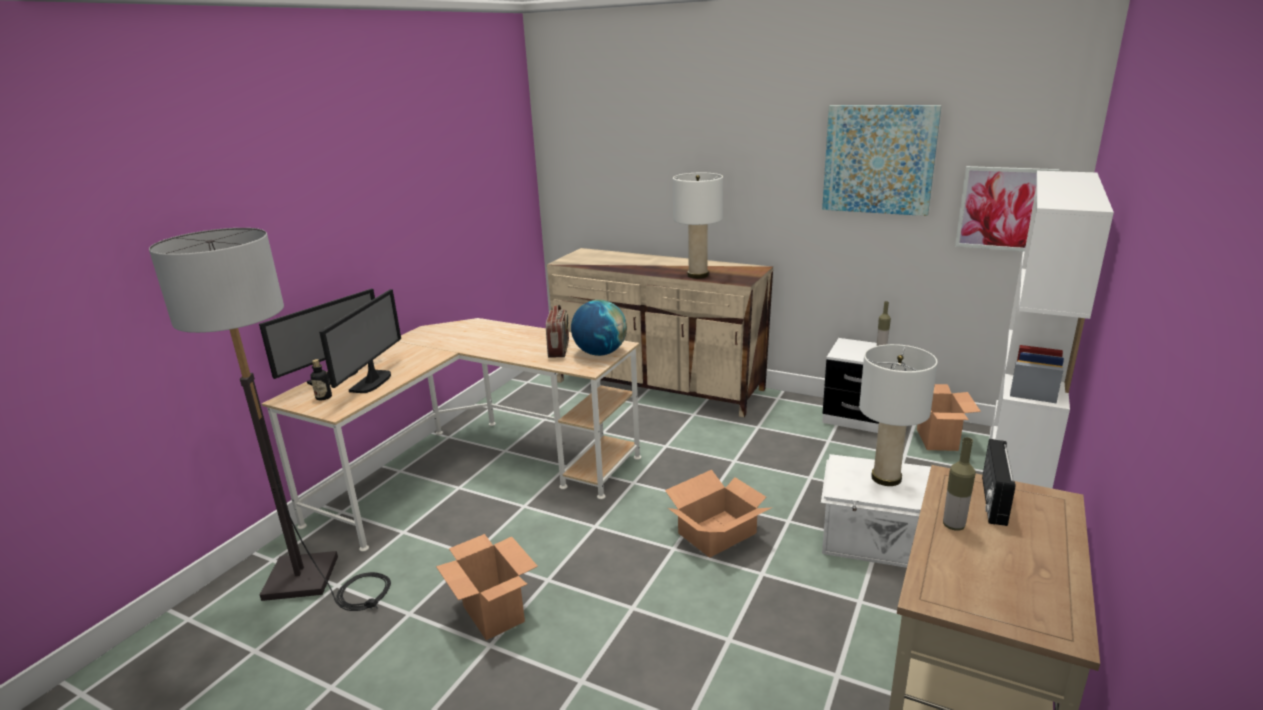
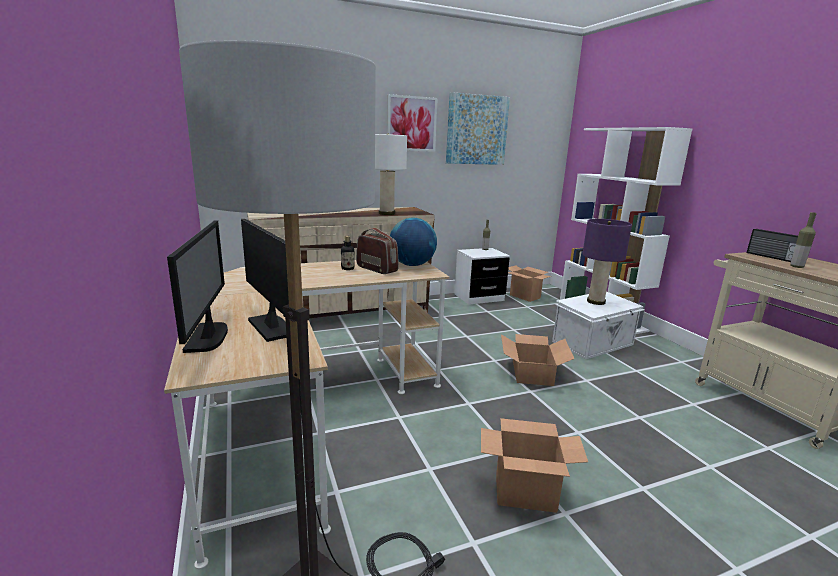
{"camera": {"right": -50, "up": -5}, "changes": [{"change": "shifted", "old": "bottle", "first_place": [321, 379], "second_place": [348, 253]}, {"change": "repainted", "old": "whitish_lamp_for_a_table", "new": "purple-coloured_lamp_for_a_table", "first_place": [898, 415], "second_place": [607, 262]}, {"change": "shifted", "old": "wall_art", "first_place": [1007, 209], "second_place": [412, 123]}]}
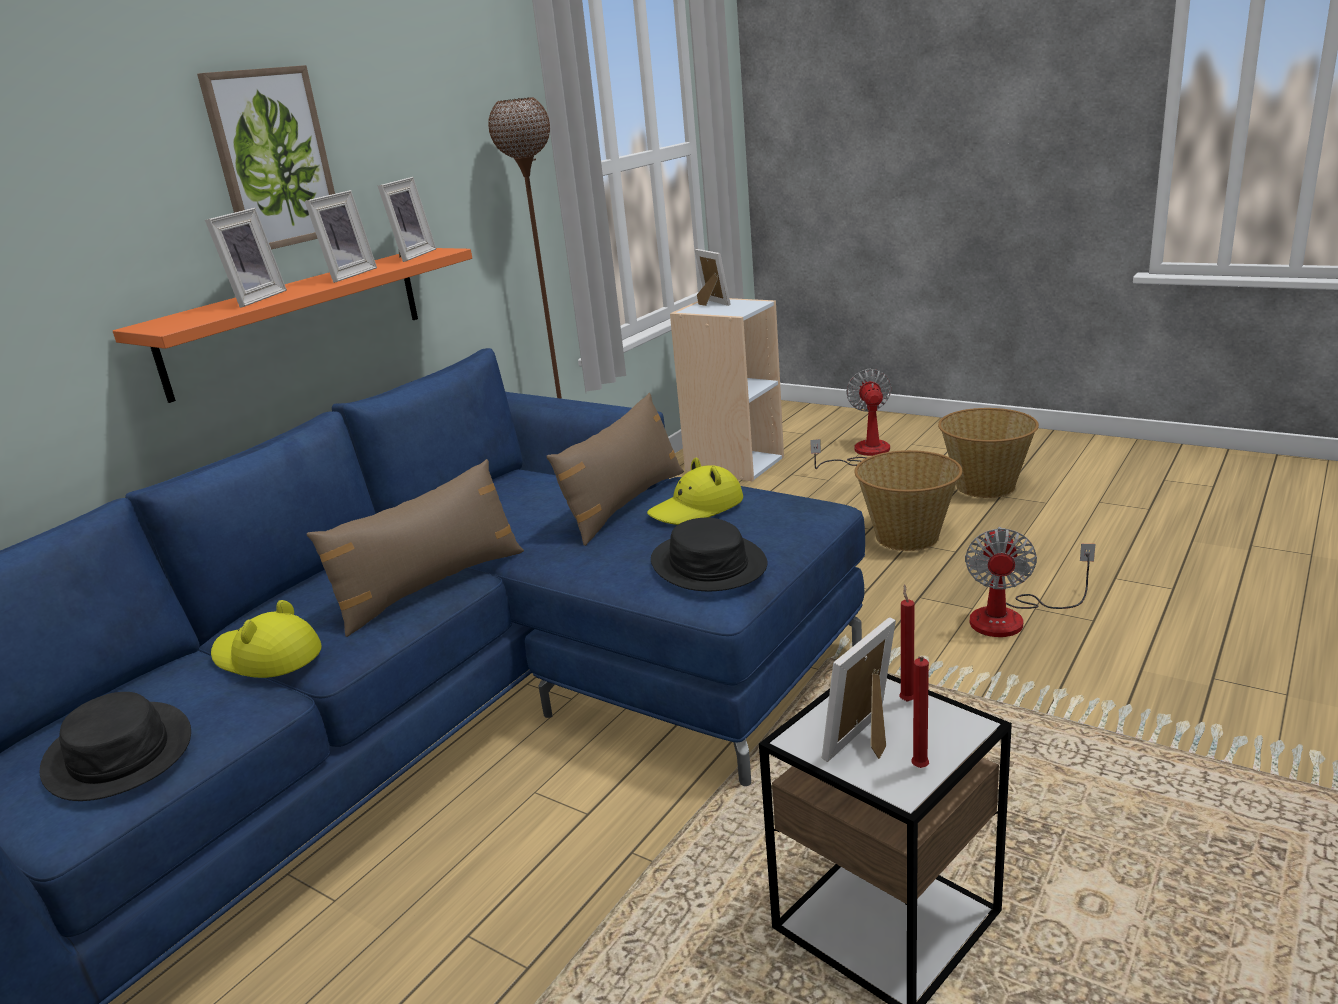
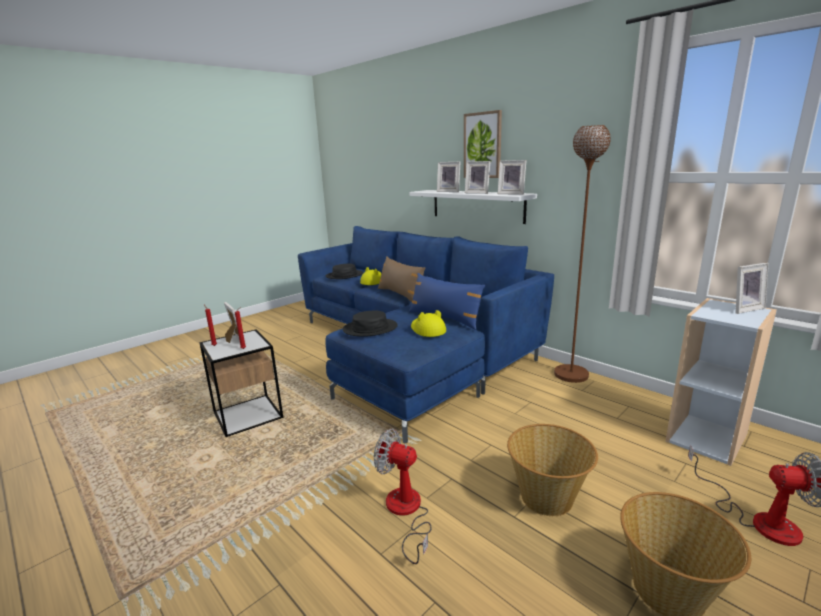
{"camera": {"right": 100, "up": -5}, "changes": [{"change": "repainted", "old": "orange_wall_shelf", "new": "whitish_wall_shelf", "first_place": [292, 325], "second_place": [473, 207]}, {"change": "repainted", "old": "brown-coloured_pillow", "new": "blue-coloured_pillow", "first_place": [615, 469], "second_place": [447, 301]}]}
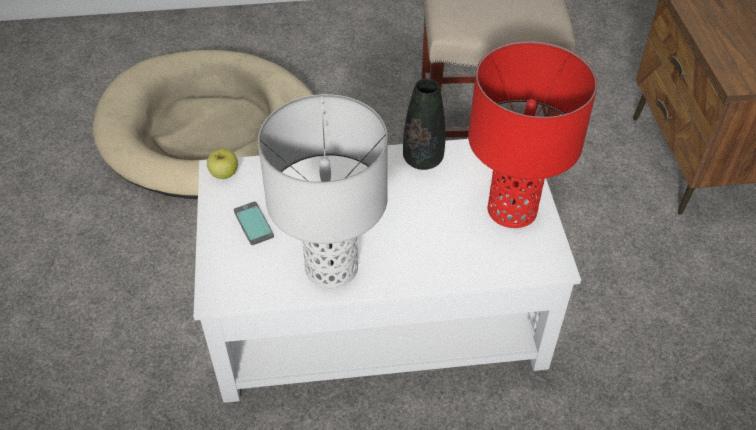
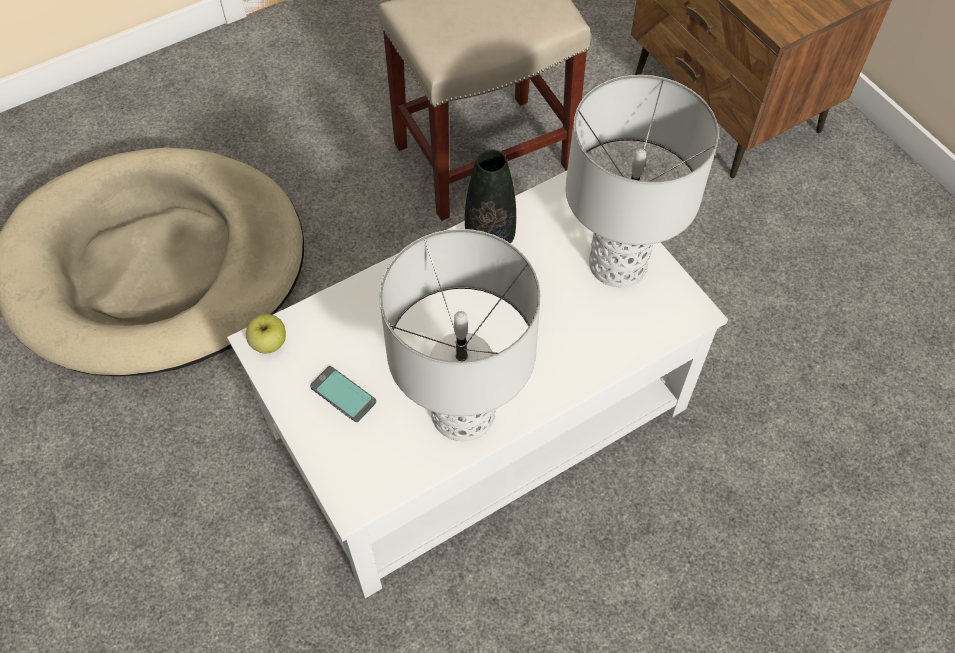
{"camera": {"right": -25, "up": 10}, "changes": [{"change": "repainted", "old": "red-coloured_lamp_for_a_table", "new": "whitish_lamp_for_a_table", "first_place": [532, 134], "second_place": [642, 181]}]}
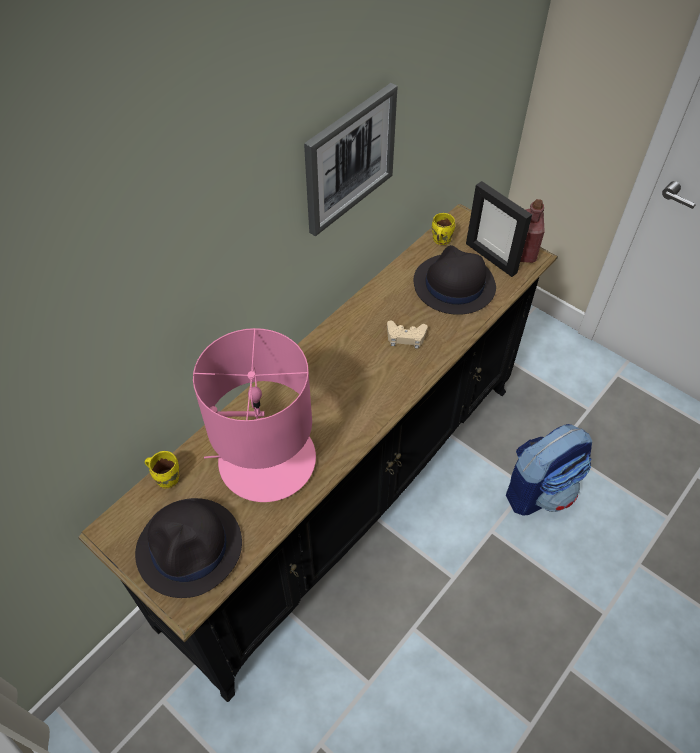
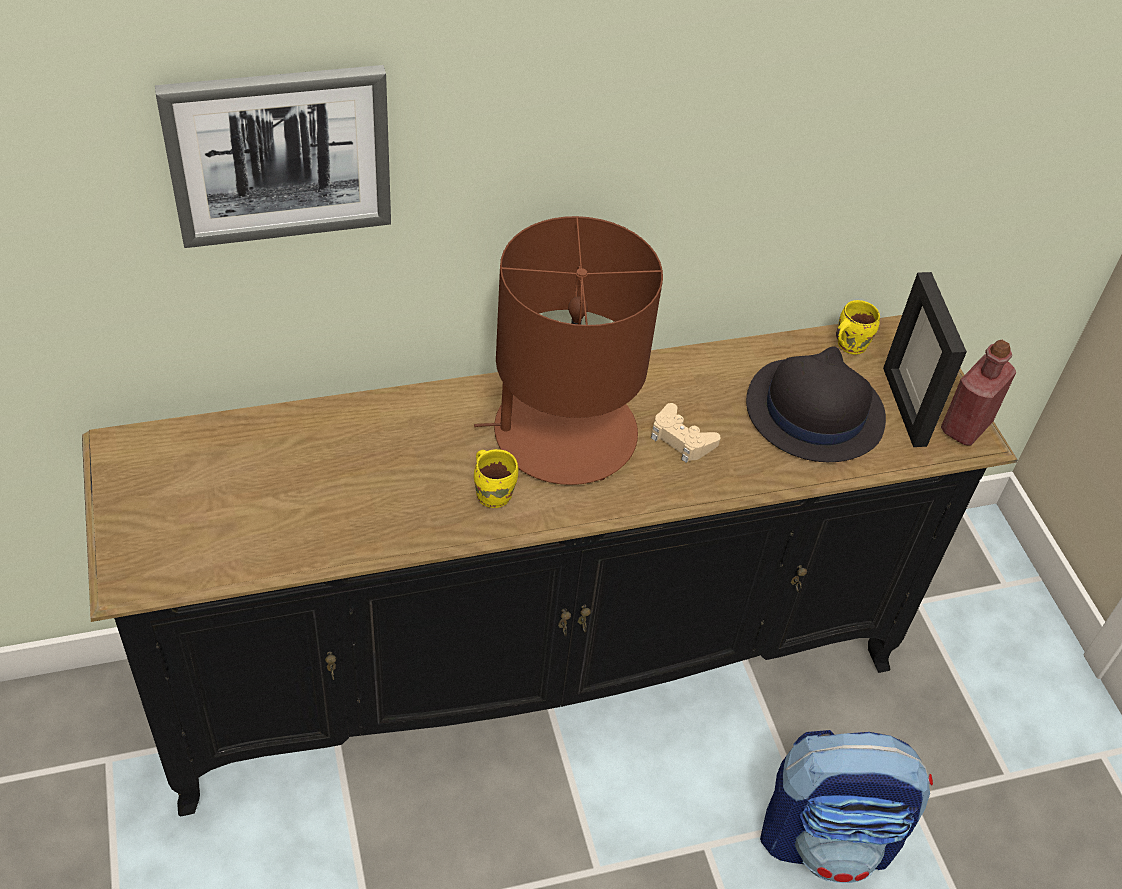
{"camera": {"right": 30, "up": -5}, "changes": [{"change": "gone", "old": "black_wearable_hat", "first_place": [188, 548]}, {"change": "shifted", "old": "yellow-coloured_tea_mug", "first_place": [162, 469], "second_place": [496, 478]}, {"change": "gone", "old": "pink-coloured_lamp_for_a_table", "first_place": [254, 415]}, {"change": "shifted", "old": "wall_art", "first_place": [351, 159], "second_place": [273, 156]}, {"change": "new", "new": "brown-coloured_lamp_for_a_table", "second_place": [568, 350]}]}
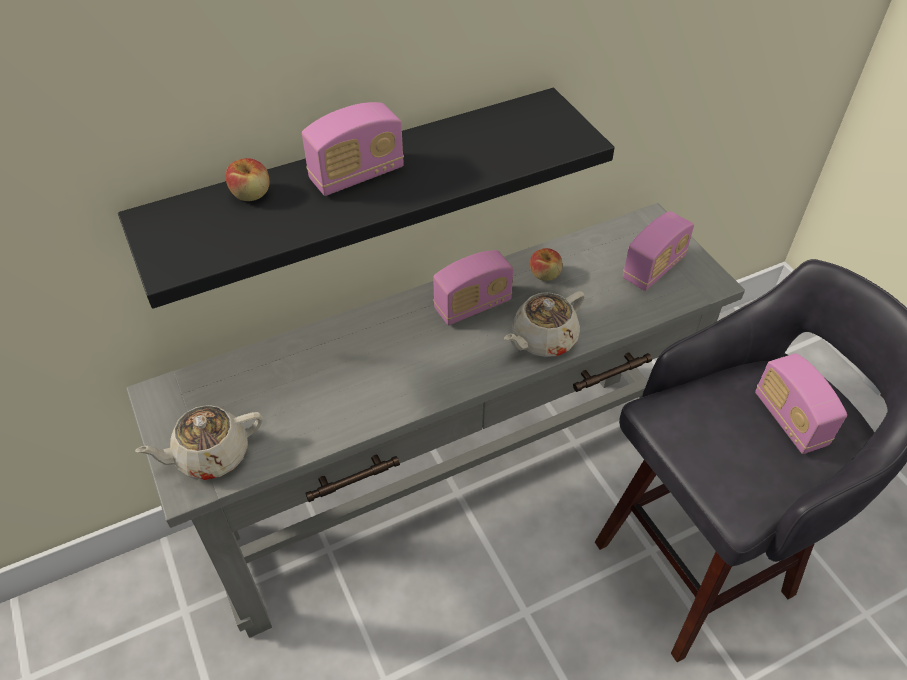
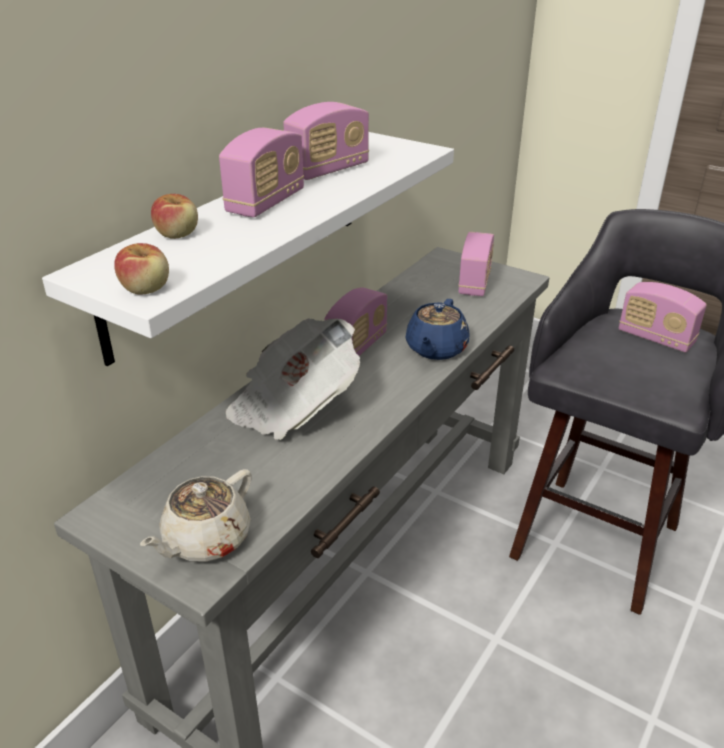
{"camera": {"right": -30, "up": -15}, "changes": [{"change": "repainted", "old": "black_wall_shelf", "new": "whitish_wall_shelf", "first_place": [366, 198], "second_place": [248, 249]}, {"change": "repainted", "old": "sand-coloured_teapot", "new": "blue-coloured_teapot", "first_place": [544, 324], "second_place": [437, 329]}, {"change": "shifted", "old": "whole_apple", "first_place": [546, 264], "second_place": [141, 269]}, {"change": "new", "new": "newspaper", "second_place": [293, 379]}, {"change": "new", "new": "radio", "second_place": [326, 141]}]}
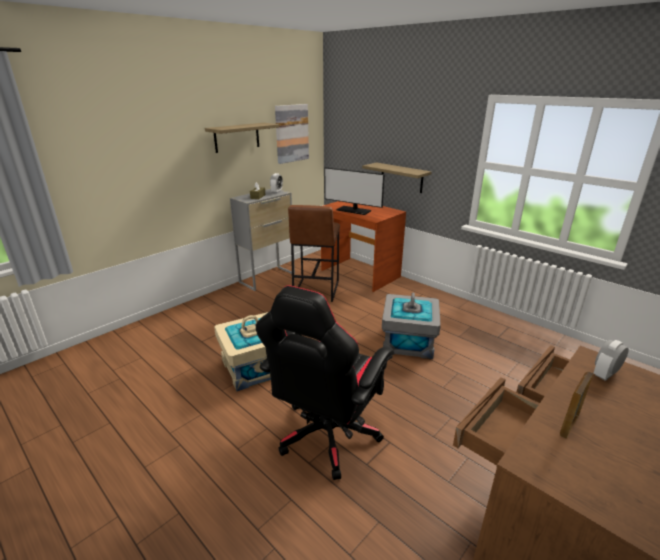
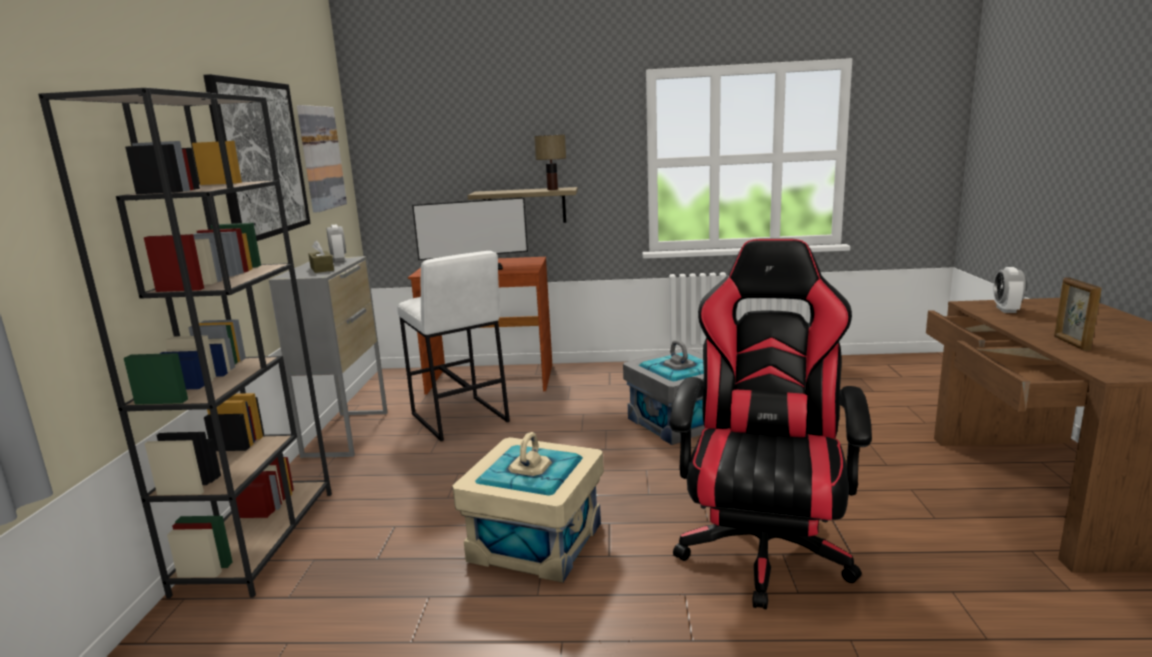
{"camera": {"right": -40, "up": -10}, "changes": [{"change": "swapped", "old": "wall_shelf", "new": "wall_art", "first_place": [242, 138], "second_place": [256, 157]}, {"change": "rotated", "old": "black_office_chair", "first_place": [325, 382], "second_place": [771, 424], "degrees": -150}, {"change": "repainted", "old": "brown-coloured_stool_seat", "new": "whitish_stool_seat", "first_place": [314, 253], "second_place": [453, 346]}, {"change": "new", "new": "bookcase", "second_place": [185, 343]}, {"change": "new", "new": "lamp_for_a_table", "second_place": [550, 162]}]}
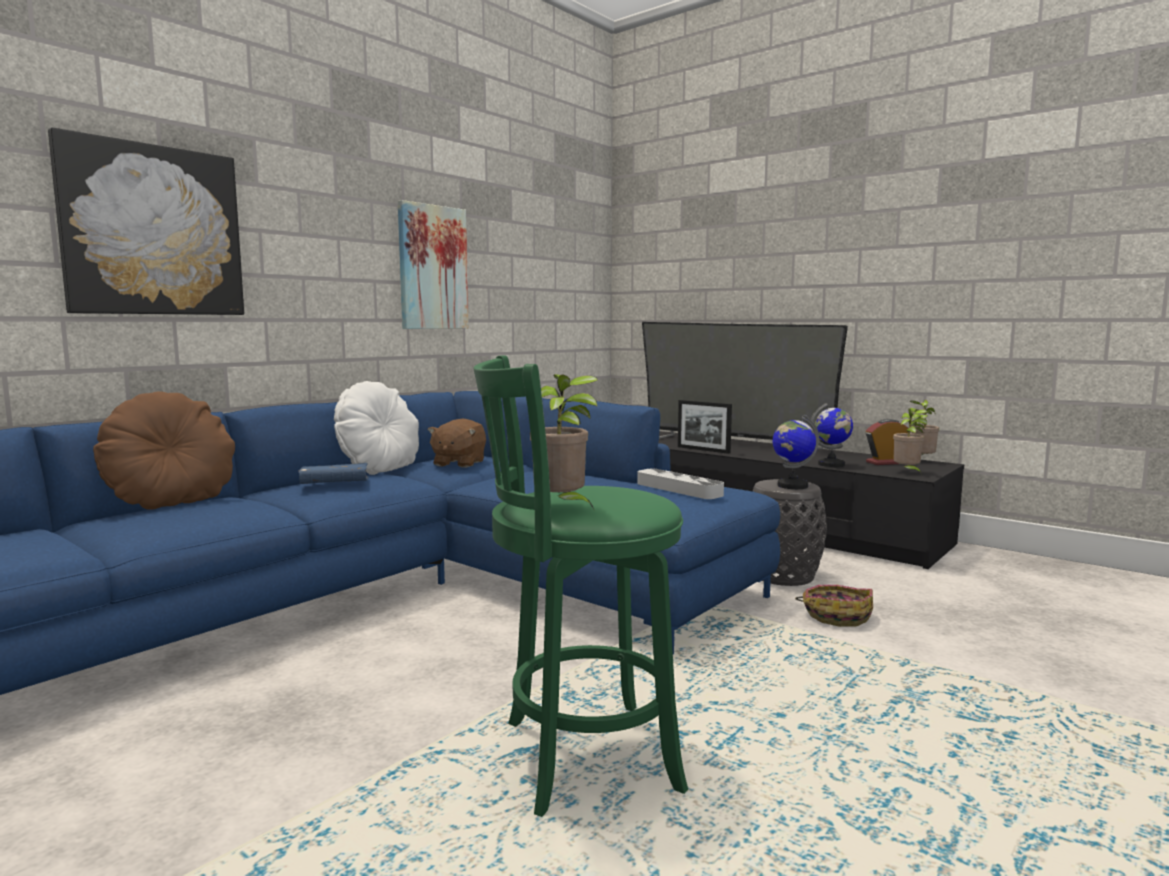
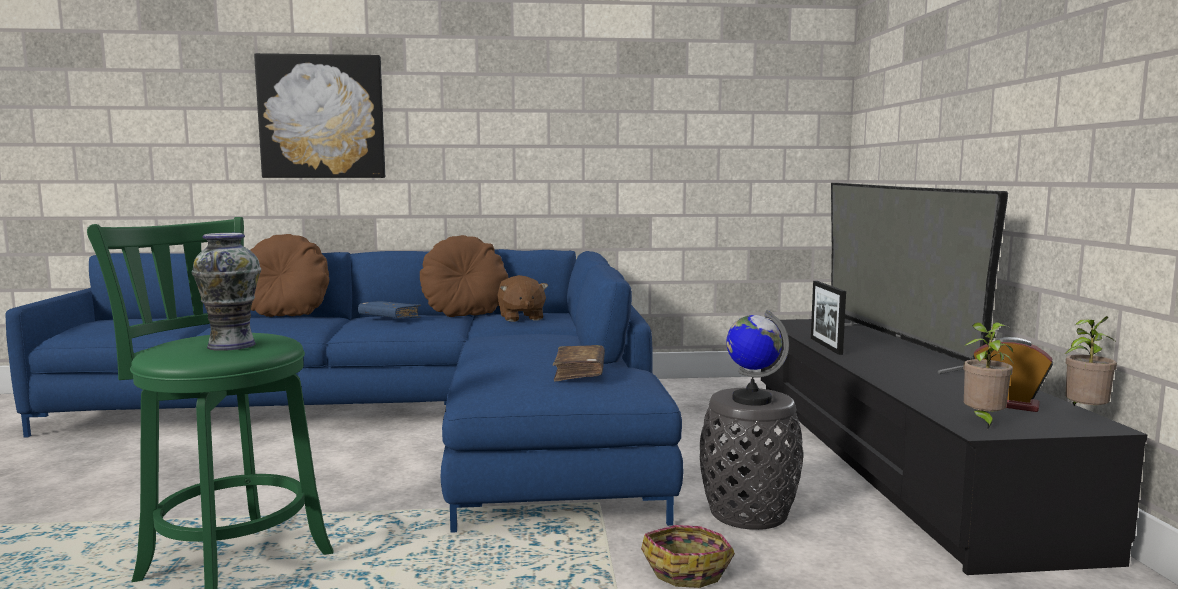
{"camera": {"right": 45, "up": 0}, "changes": [{"change": "repainted", "old": "whitish_pillow", "new": "brown-coloured_pillow", "first_place": [376, 428], "second_place": [464, 276]}, {"change": "gone", "old": "wall_art", "first_place": [433, 264]}, {"change": "rotated", "old": "brown-coloured_cuddly_toy", "first_place": [456, 443], "second_place": [522, 298], "degrees": -75}, {"change": "gone", "old": "plant_in_a_pot", "first_place": [564, 441]}, {"change": "swapped", "old": "grey_tray", "new": "brown-coloured_volume", "first_place": [680, 484], "second_place": [579, 363]}, {"change": "gone", "old": "world_globe", "first_place": [831, 435]}, {"change": "new", "new": "flower_vase", "second_place": [226, 292]}]}
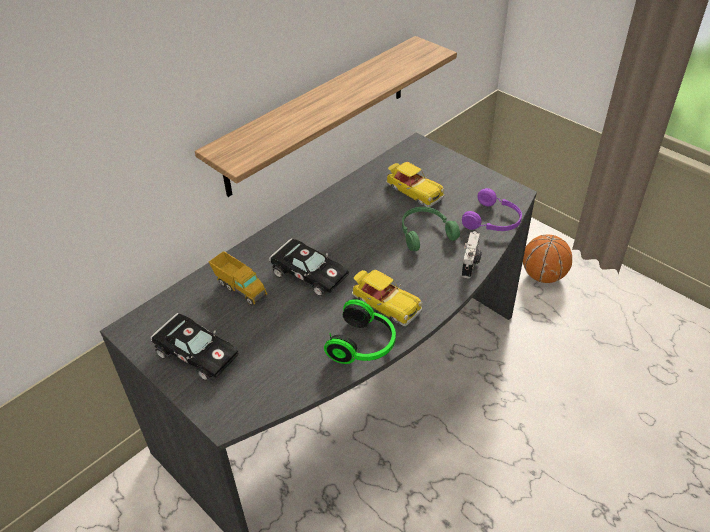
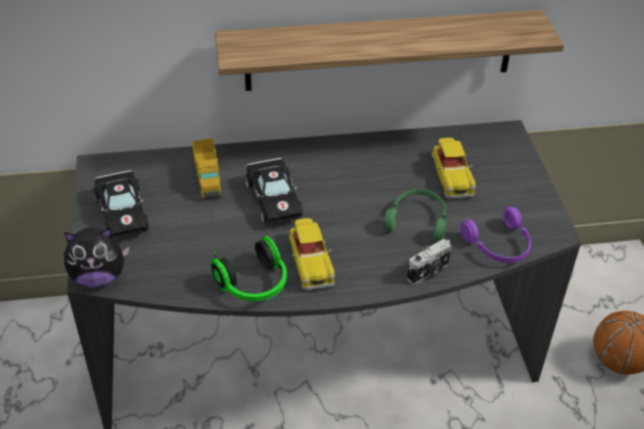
{"camera": {"right": 35, "up": 0}, "changes": [{"change": "new", "new": "cuddly_toy", "second_place": [96, 258]}]}
